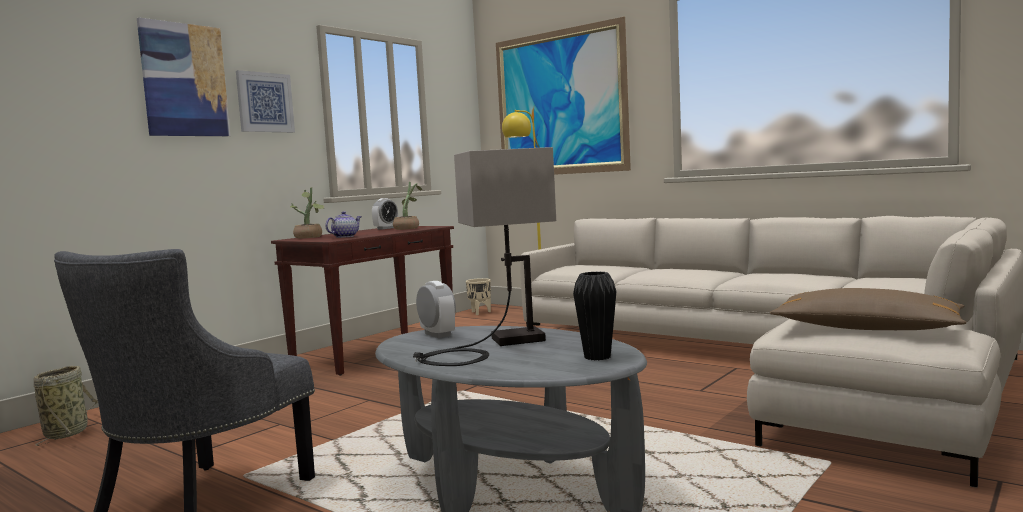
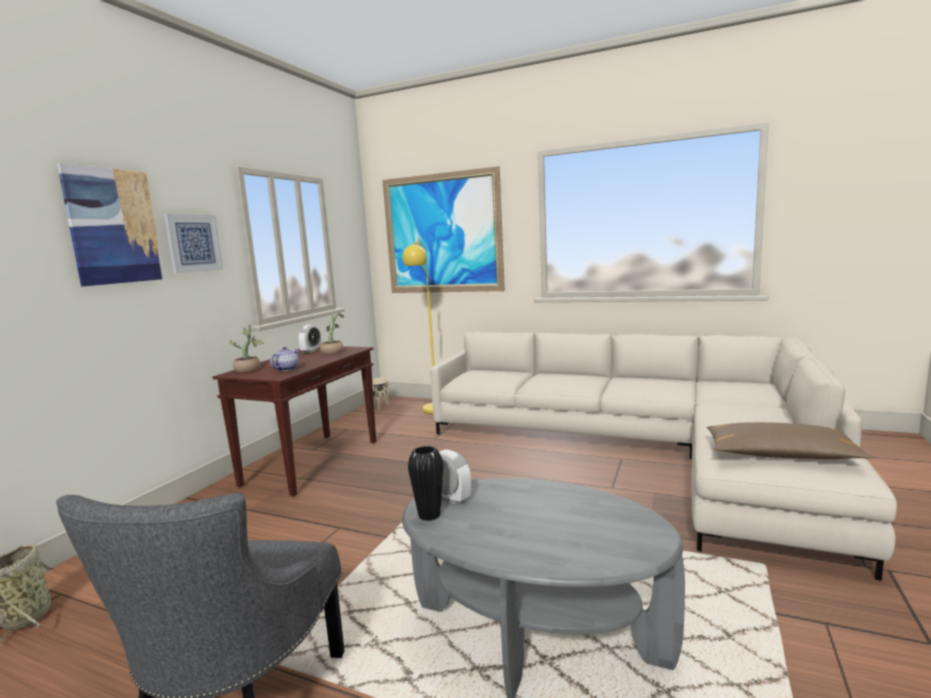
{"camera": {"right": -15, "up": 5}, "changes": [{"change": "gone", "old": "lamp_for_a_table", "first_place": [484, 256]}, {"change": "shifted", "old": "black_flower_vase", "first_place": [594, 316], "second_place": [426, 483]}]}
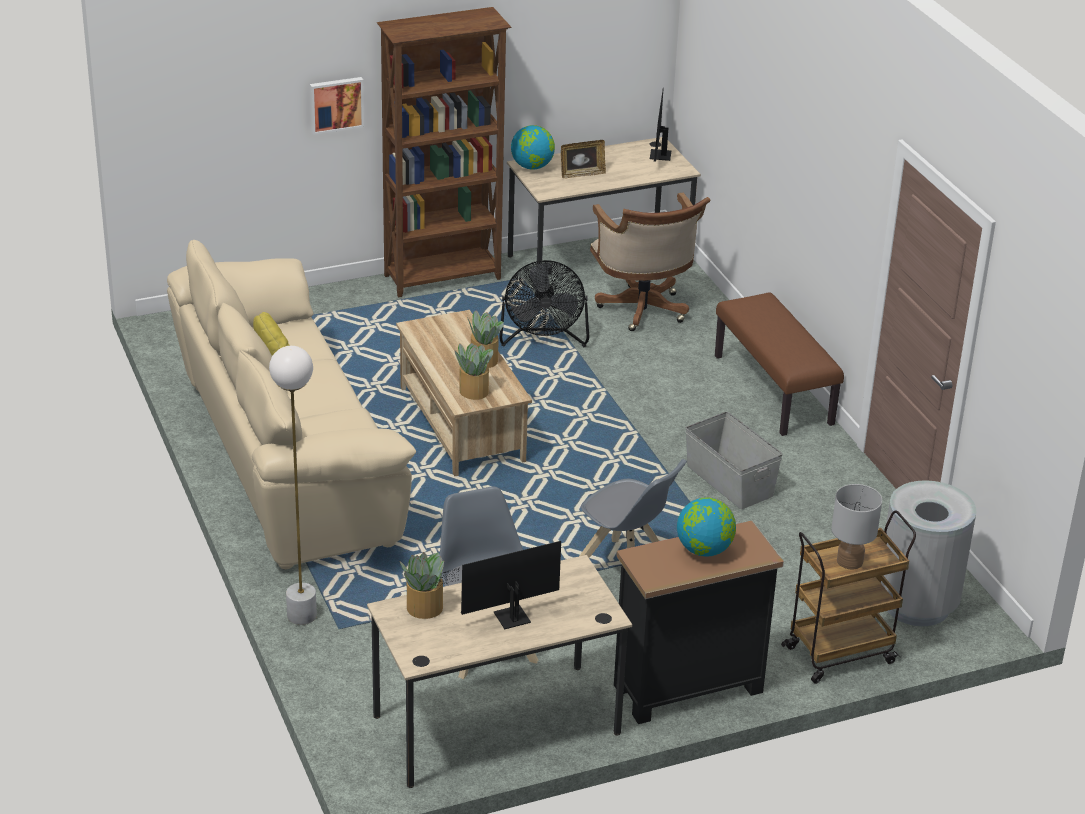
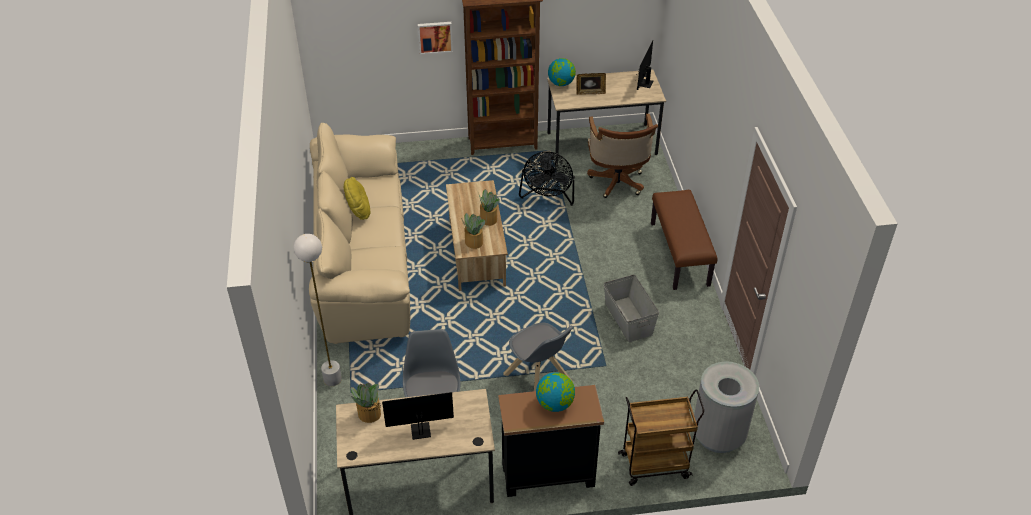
{"camera": {"right": 15, "up": 10}, "changes": [{"change": "gone", "old": "grey_lamp_for_a_table", "first_place": [856, 526]}]}
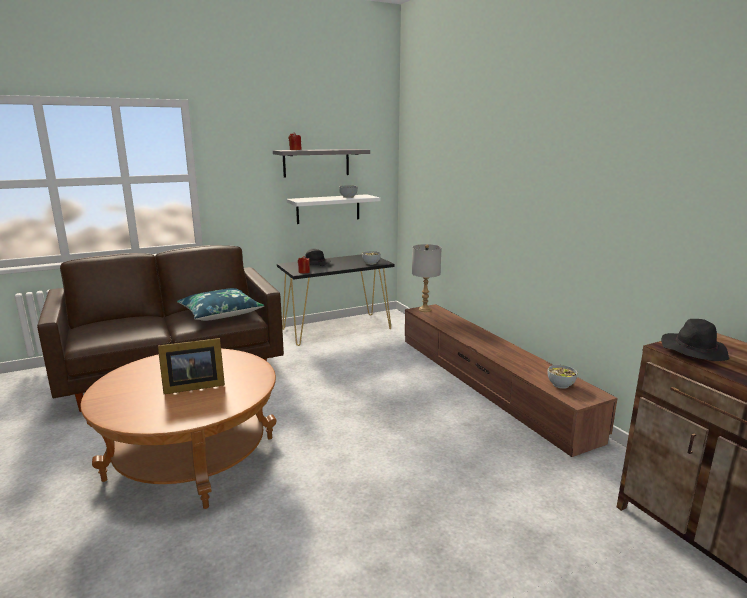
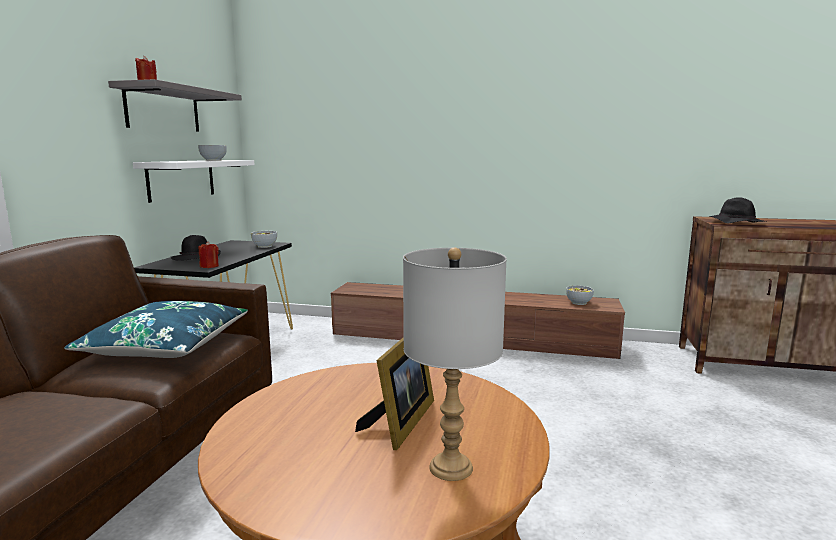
{"camera": {"right": -50, "up": -5}, "changes": [{"change": "shifted", "old": "grey_lamp_for_a_table", "first_place": [427, 278], "second_place": [455, 364]}]}
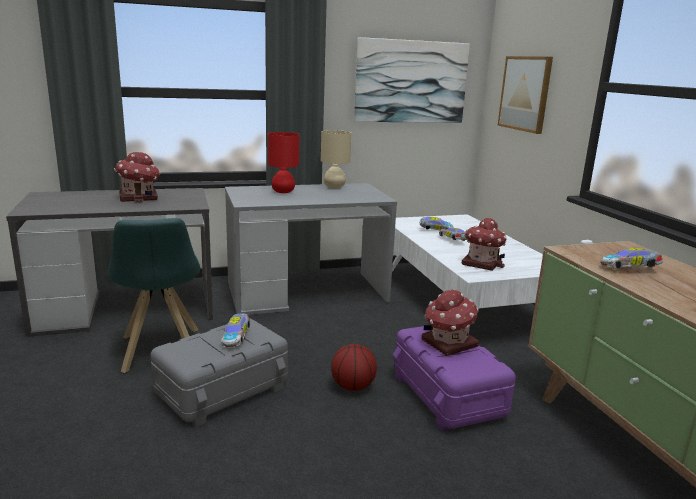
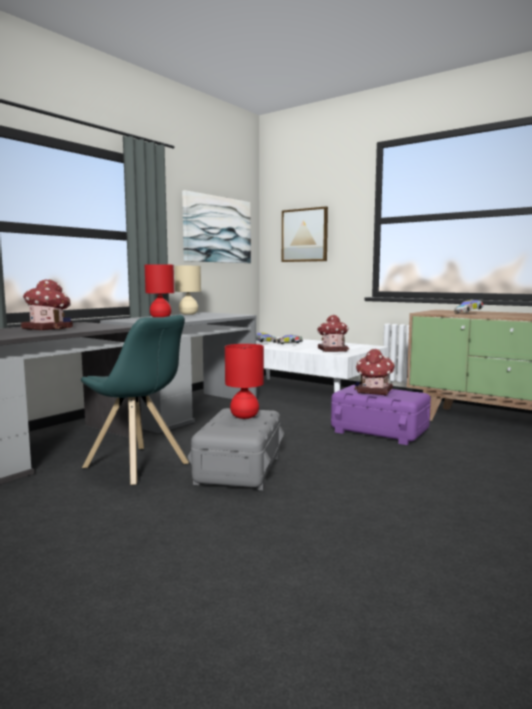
{"camera": {"right": -35, "up": -10}, "changes": [{"change": "swapped", "old": "miniature_car", "new": "red-coloured_lamp_for_a_table", "first_place": [235, 330], "second_place": [244, 381]}, {"change": "gone", "old": "basketball_ball", "first_place": [354, 367]}]}
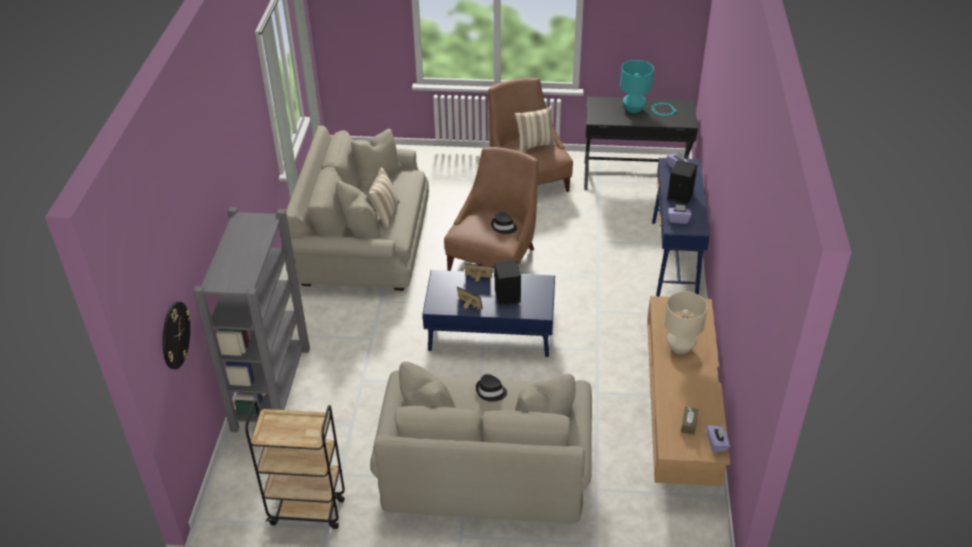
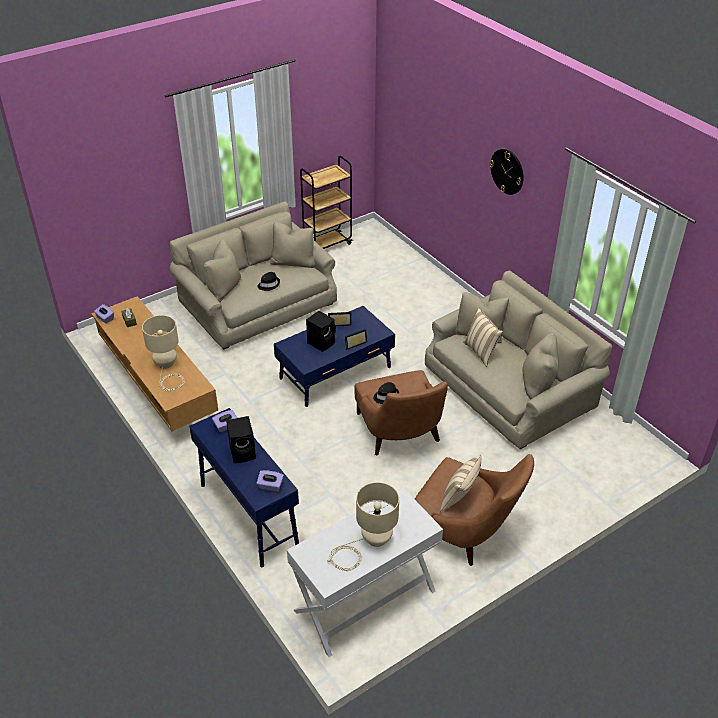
{"camera": {"right": 140, "up": 0}, "changes": [{"change": "shifted", "old": "wall_clock", "first_place": [176, 335], "second_place": [507, 172]}, {"change": "gone", "old": "grey_bookcase", "first_place": [251, 319]}, {"change": "repainted", "old": "black_hall_table", "new": "whitish_hall_table", "first_place": [641, 143], "second_place": [365, 572]}, {"change": "repainted", "old": "blue-green_lamp_for_a_table", "new": "sand-coloured_lamp_for_a_table", "first_place": [648, 88], "second_place": [363, 526]}]}
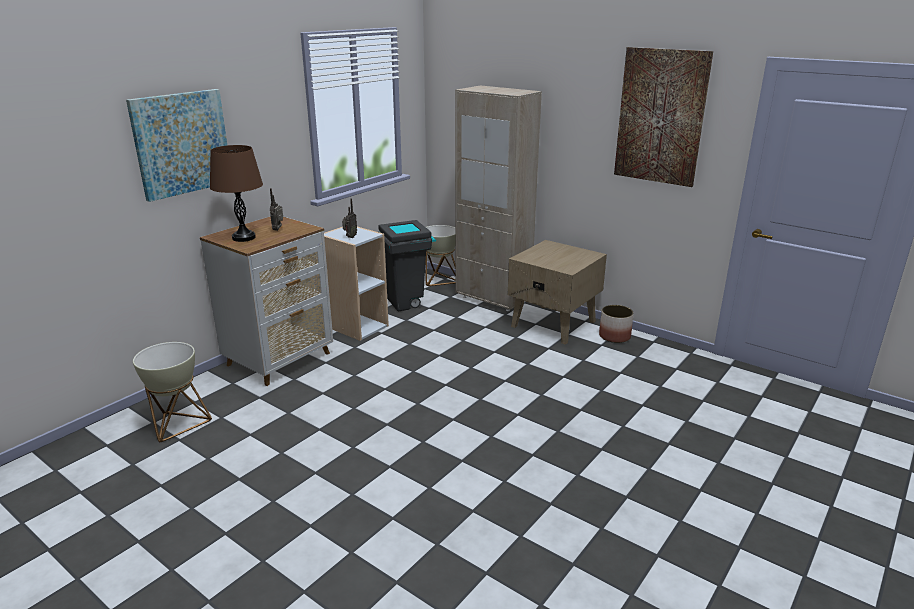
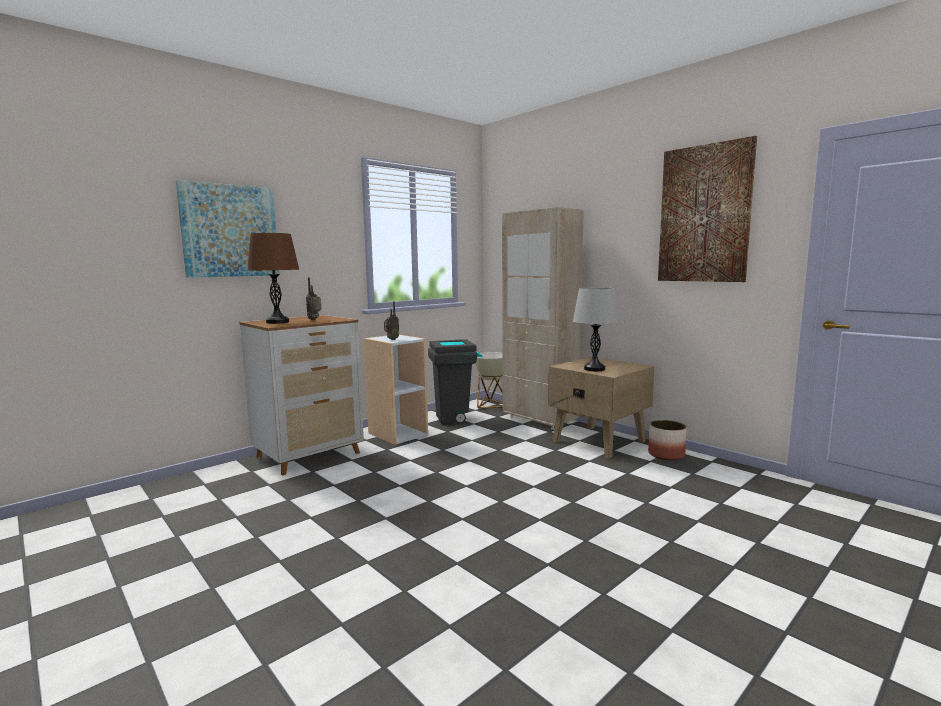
{"camera": {"right": 10, "up": -15}, "changes": [{"change": "gone", "old": "flower_pot", "first_place": [172, 392]}, {"change": "new", "new": "grey_lamp_for_a_table", "second_place": [596, 329]}]}
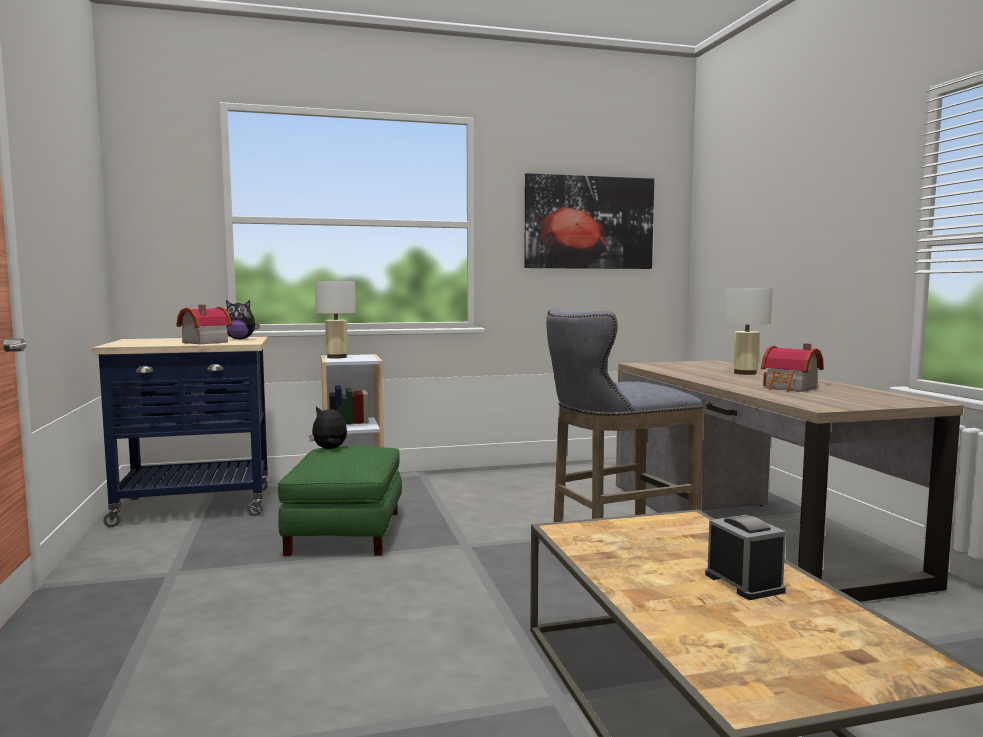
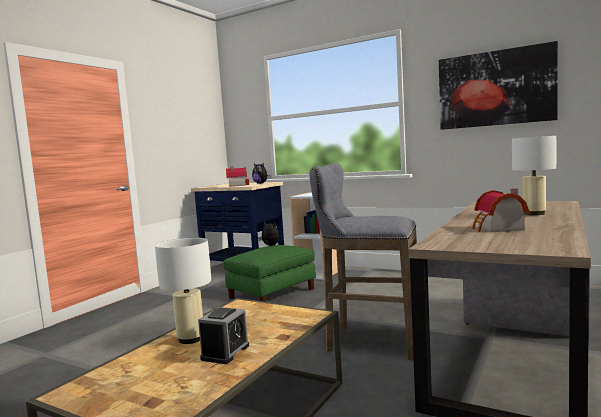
{"camera": {"right": 45, "up": 0}, "changes": [{"change": "shifted", "old": "whitish_lamp_for_a_table", "first_place": [335, 320], "second_place": [183, 291]}]}
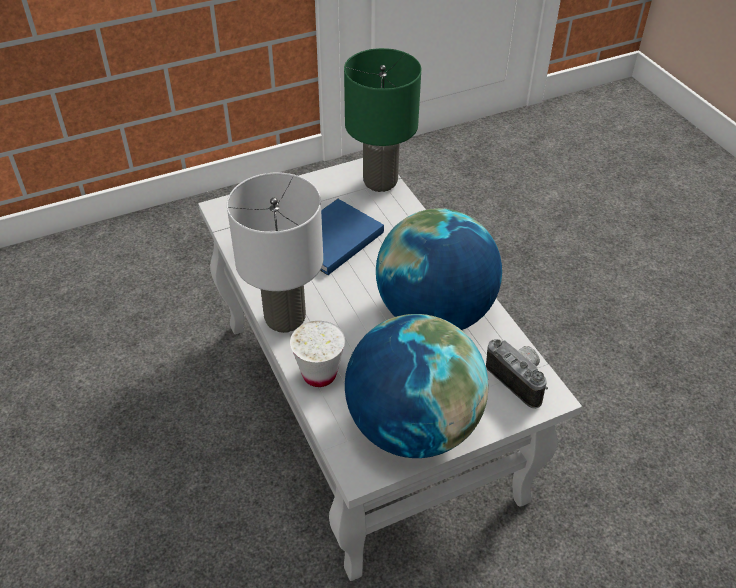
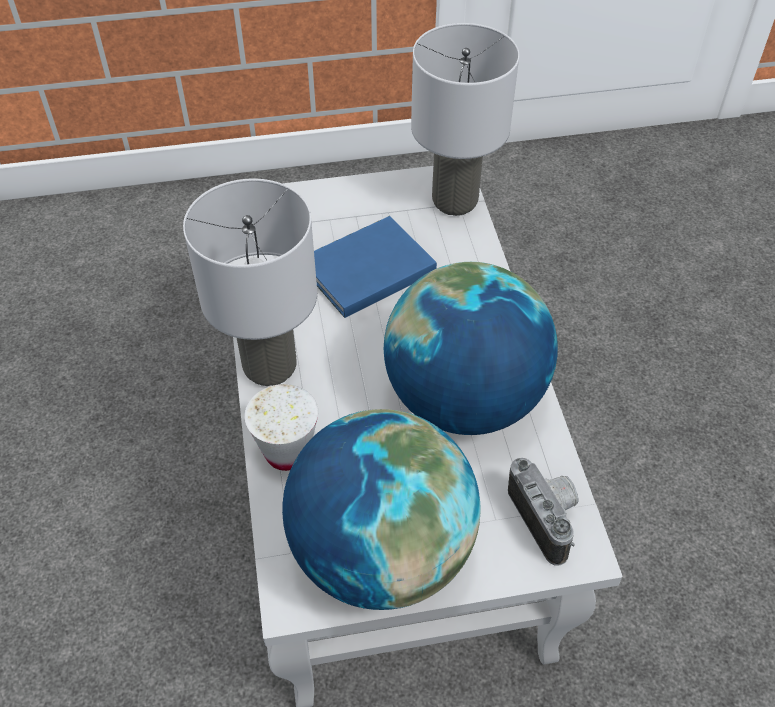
{"camera": {"right": 15, "up": 5}, "changes": [{"change": "repainted", "old": "green_lamp_for_a_table", "new": "whitish_lamp_for_a_table", "first_place": [382, 120], "second_place": [465, 119]}]}
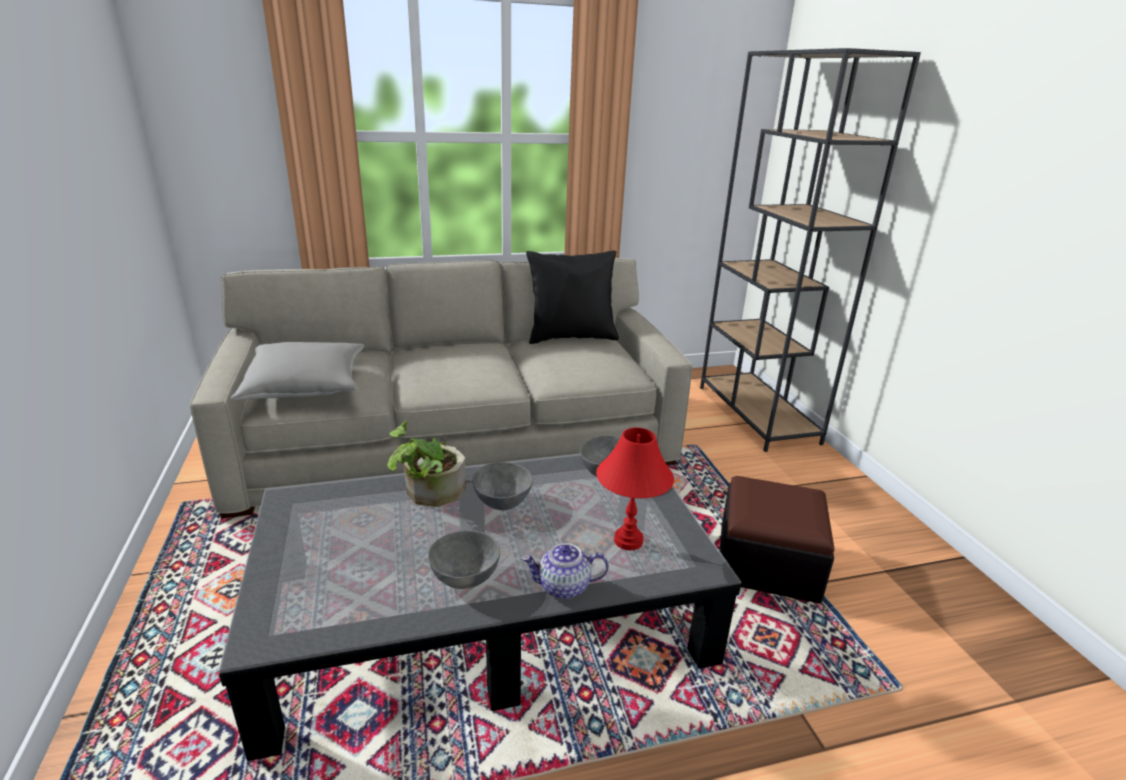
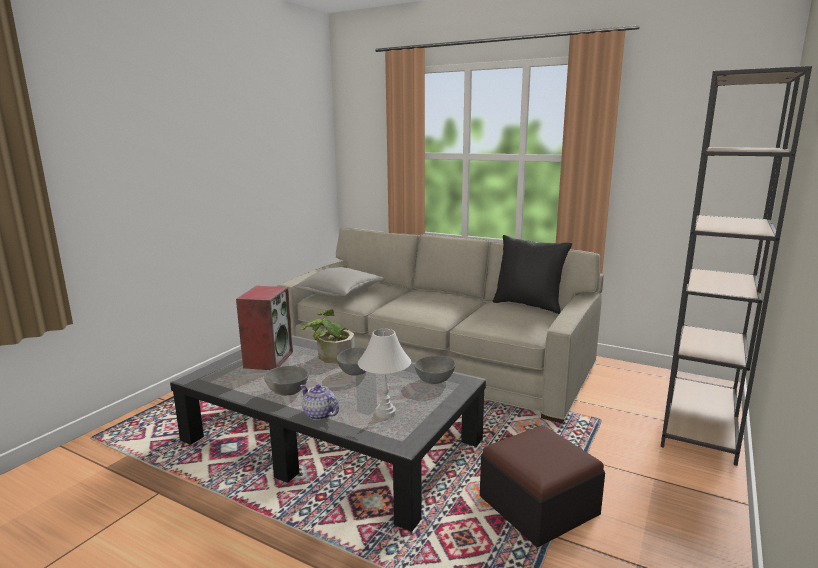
{"camera": {"right": 45, "up": -10}, "changes": [{"change": "repainted", "old": "red-coloured_lamp_for_a_table", "new": "whitish_lamp_for_a_table", "first_place": [635, 489], "second_place": [384, 373]}, {"change": "new", "new": "speaker", "second_place": [264, 328]}]}
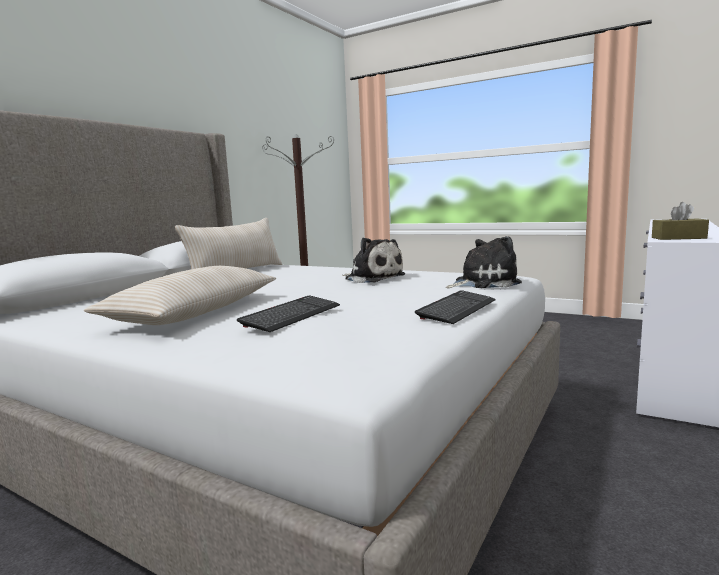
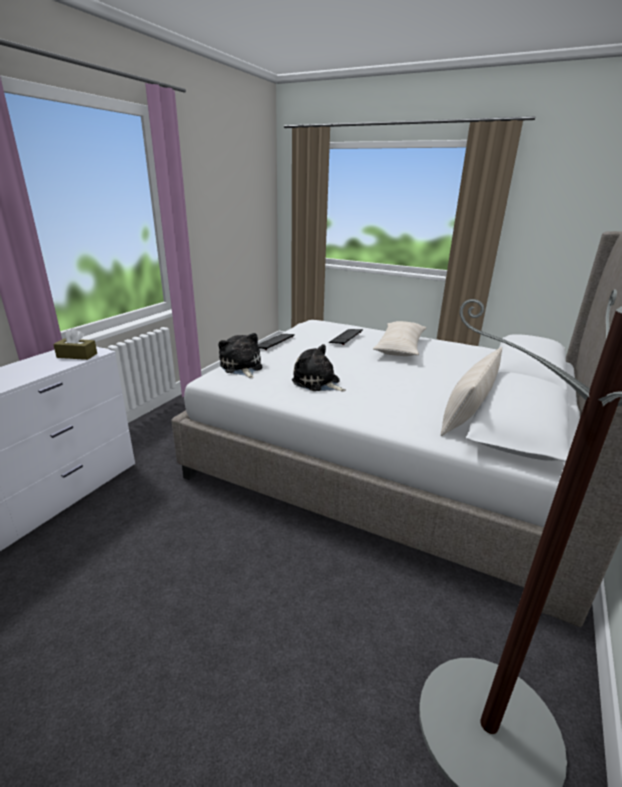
{"camera": {"right": 175, "up": 15}, "changes": [{"change": "rotated", "old": "cuddly_toy", "first_place": [484, 262], "second_place": [240, 355], "degrees": 90}]}
